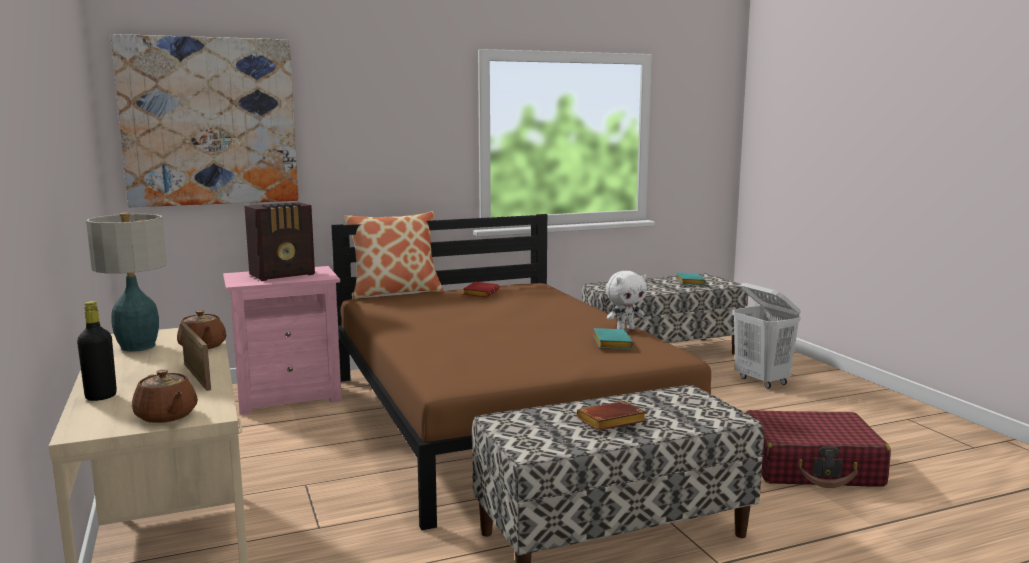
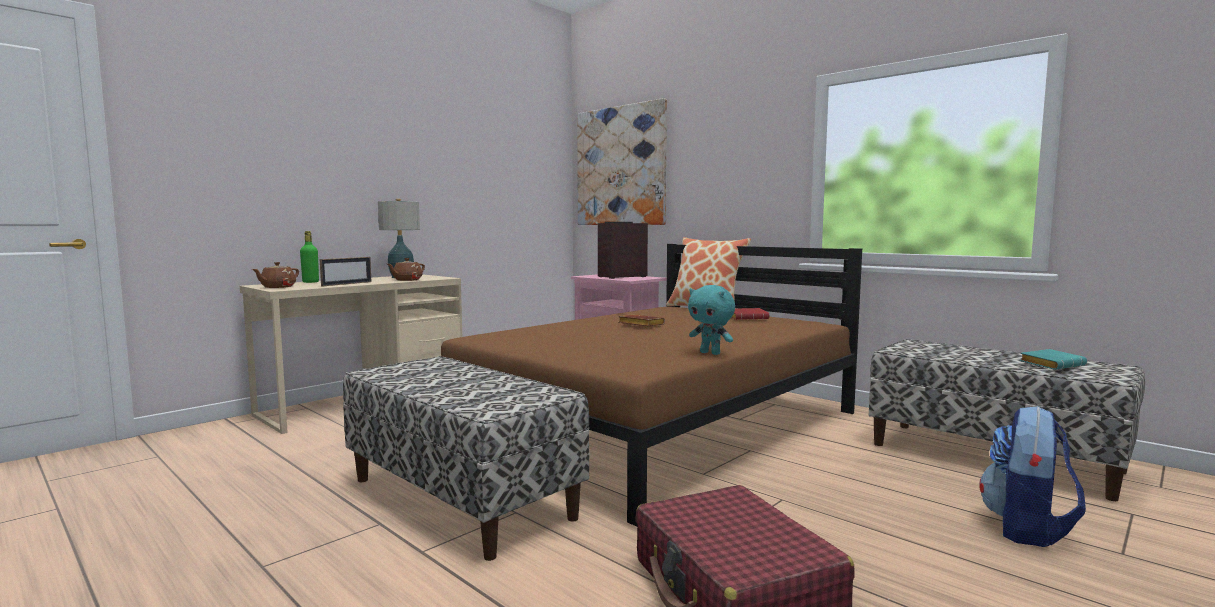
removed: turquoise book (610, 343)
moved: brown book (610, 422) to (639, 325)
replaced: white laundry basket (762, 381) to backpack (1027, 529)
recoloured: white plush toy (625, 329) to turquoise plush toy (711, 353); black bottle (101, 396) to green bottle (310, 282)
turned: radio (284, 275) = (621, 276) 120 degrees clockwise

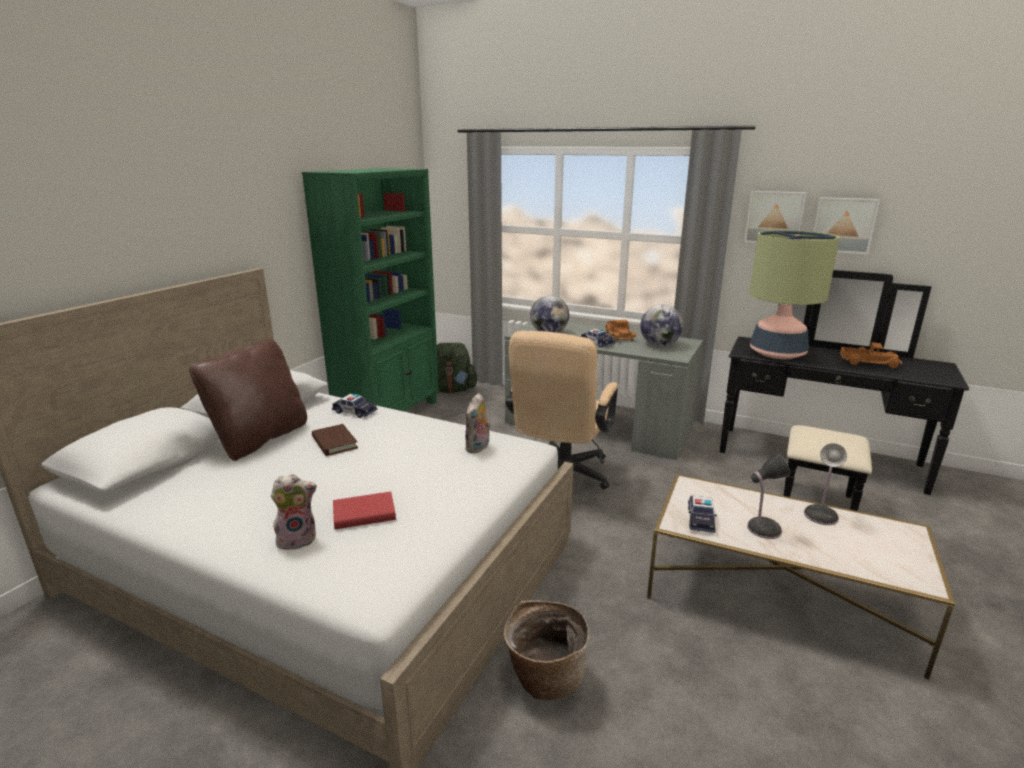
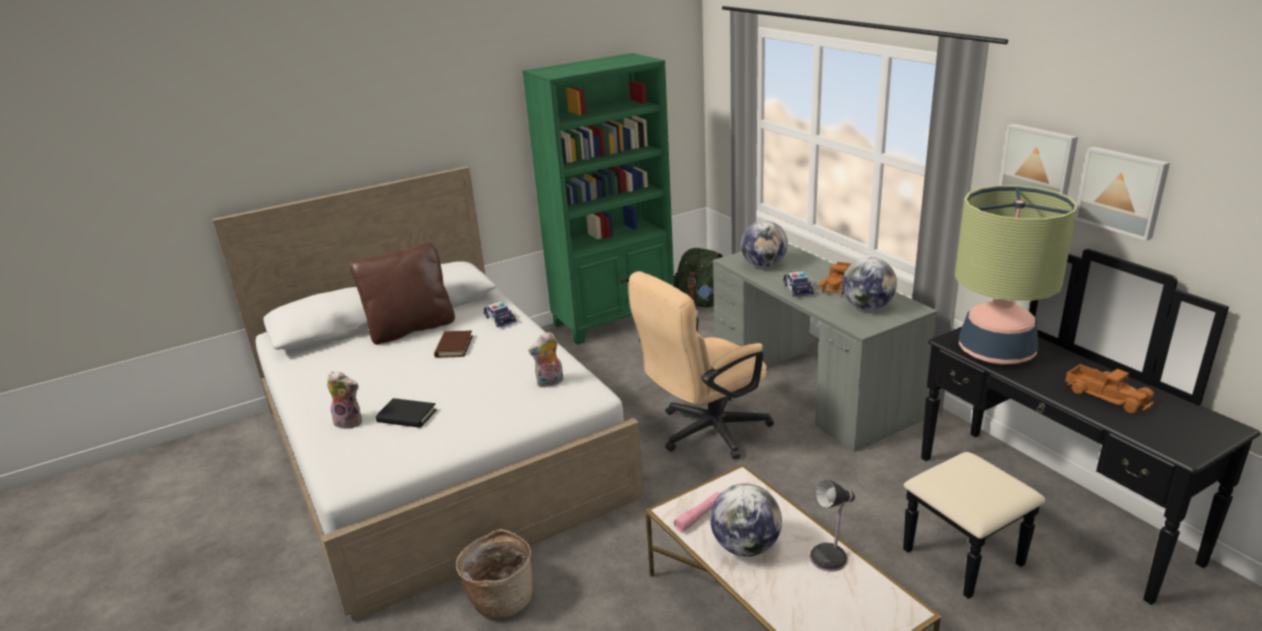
replaced: table lamp (761, 529) to globe (745, 546); toy car (700, 519) to pink flashlight (700, 516)
recoloured: red book (364, 514) to black book (407, 416)

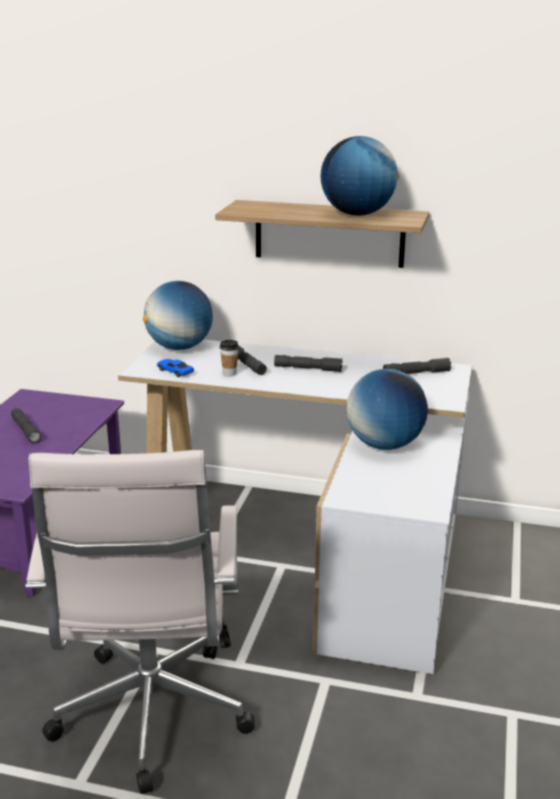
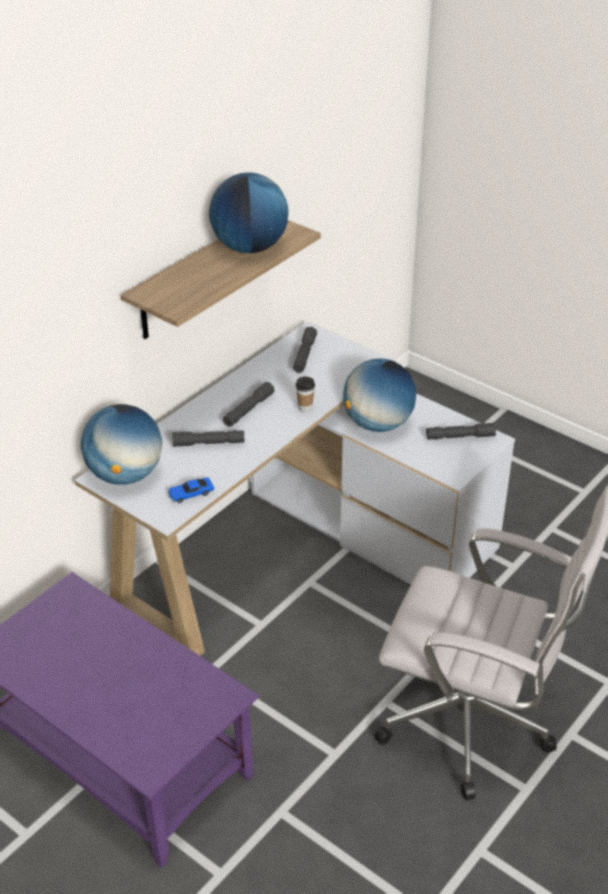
moved: cup (229, 373) to (305, 408); grey flashlight (26, 430) to (460, 437)

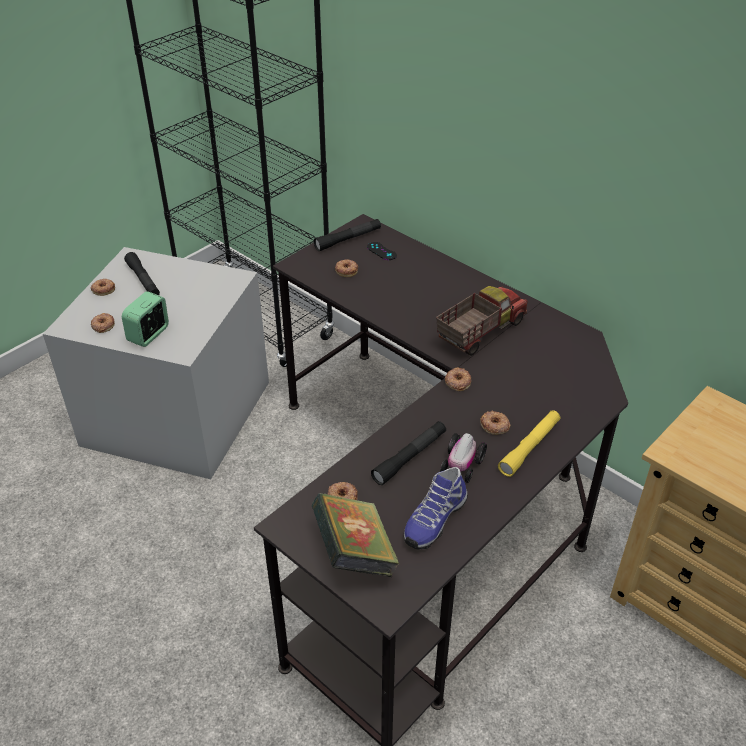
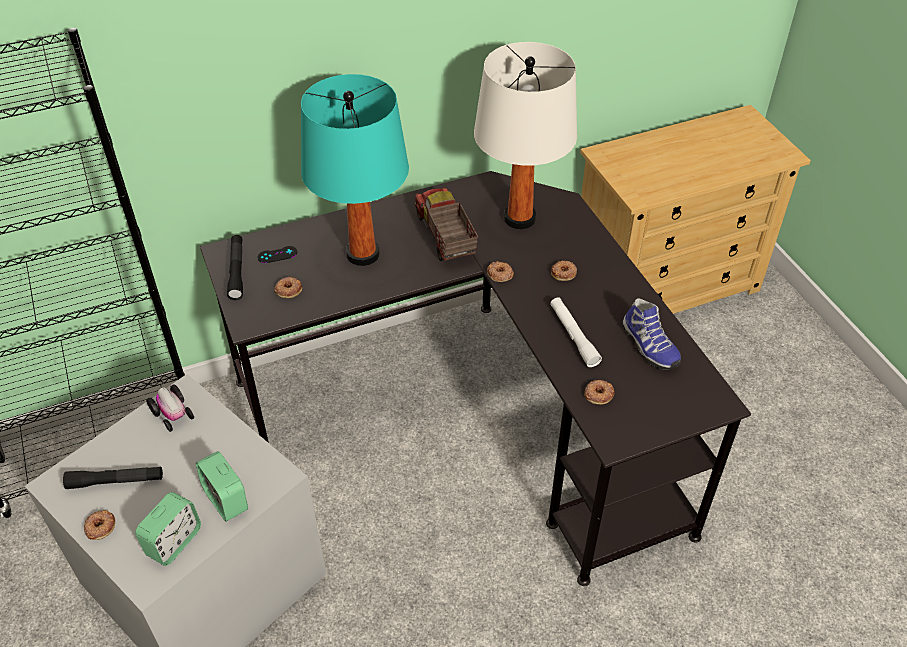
removed: yellow flashlight (529, 447); book (354, 553)
added: white table lamp (519, 218); turquoise table lamp (363, 254)
moved: toy car (462, 465) to (173, 414)
replaced: donut (103, 325) to alarm clock (174, 542)
recoloured: black flashlight (410, 457) to white flashlight (573, 336)

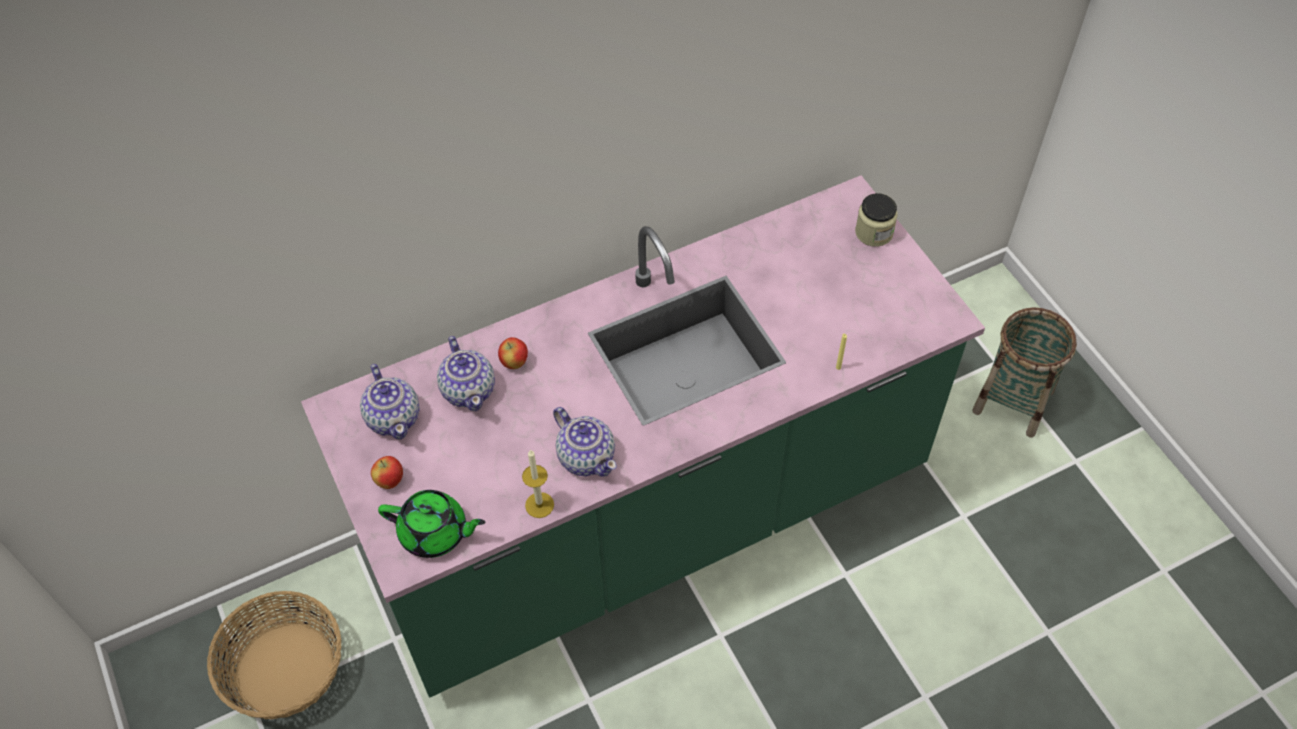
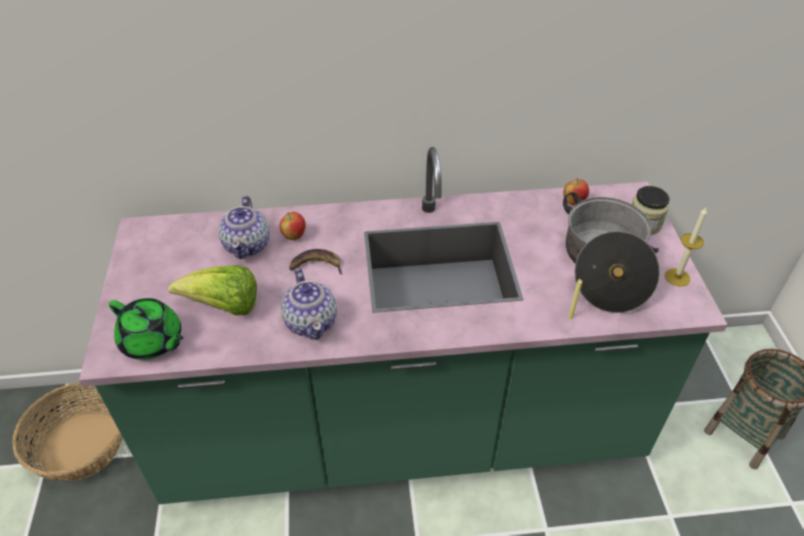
removed: teapot (394, 417)
added: cooking pot (603, 267); banana (316, 265); lettuce (224, 307)
moved: candle (539, 505) to (677, 277); apple (390, 481) to (573, 202)

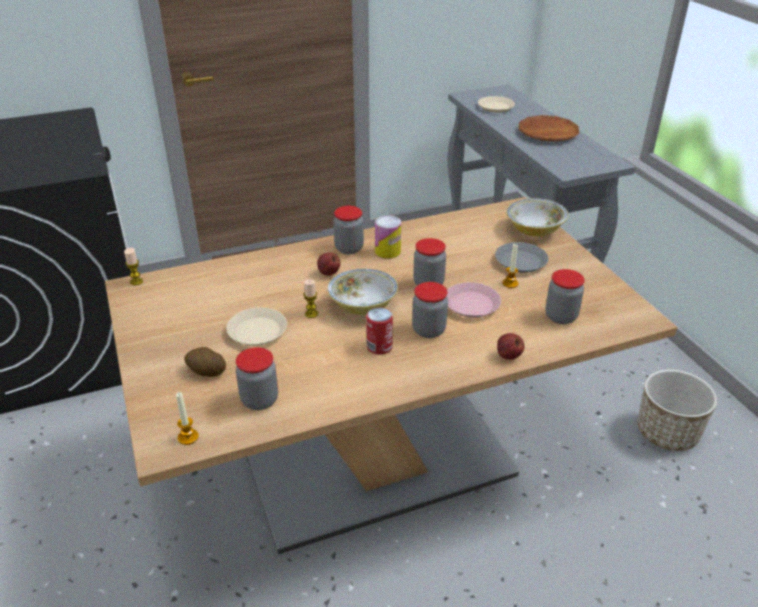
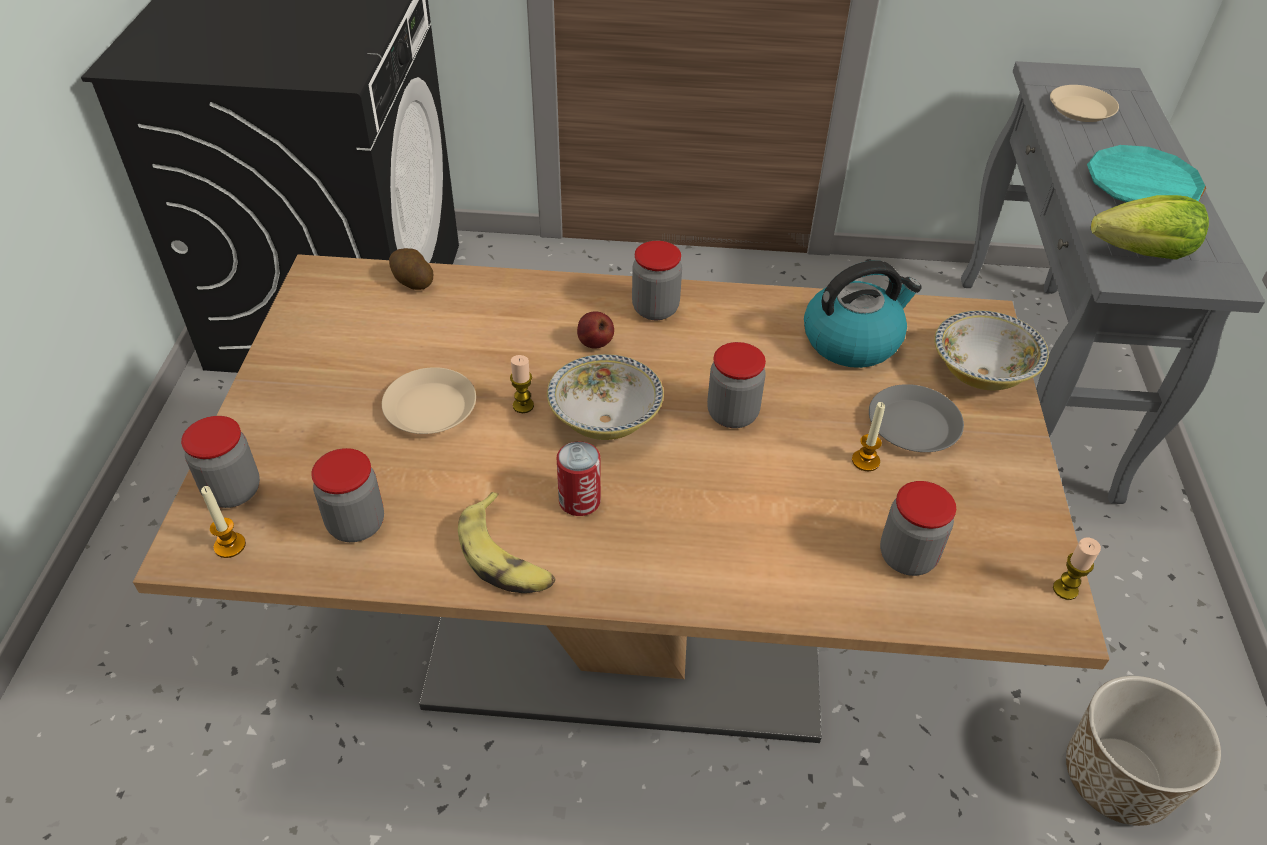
removed: can (387, 251); pink plate (471, 304); apple (508, 356)
added: lettuce (1143, 254); kettle (852, 340); banana (506, 556)
moved: candle (136, 281) to (1065, 589); jar (428, 330) to (233, 491); potato (206, 371) to (412, 281)
recoloured: brown plate (547, 133) to turquoise plate (1141, 185)

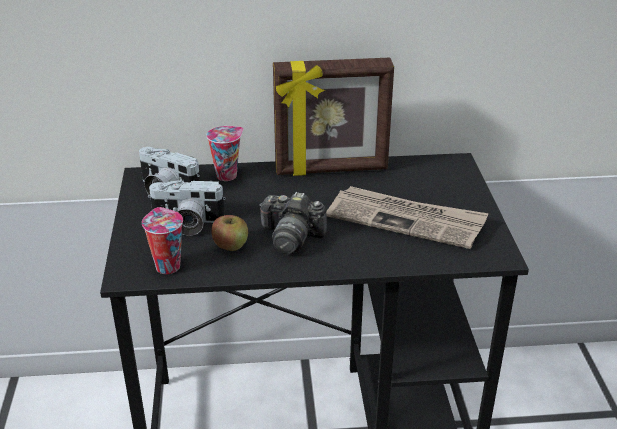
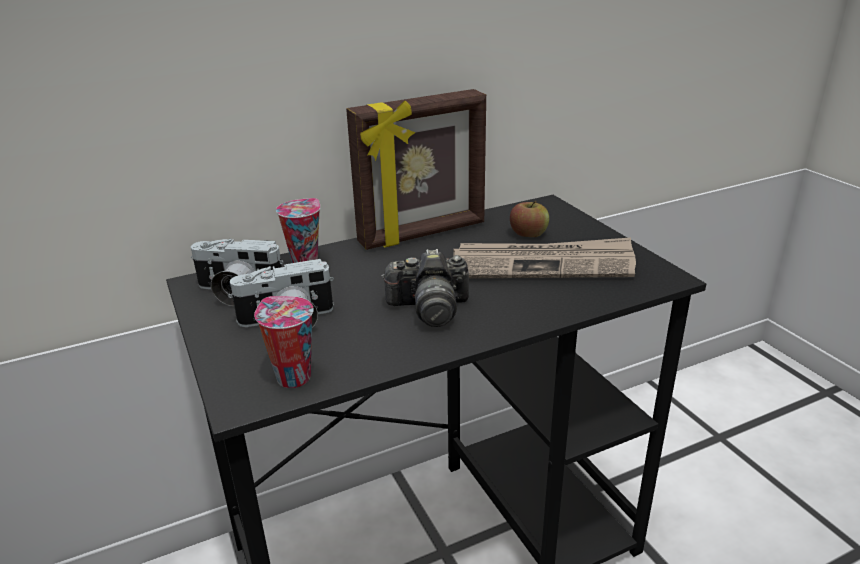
moved: apple (230, 245) to (528, 233)

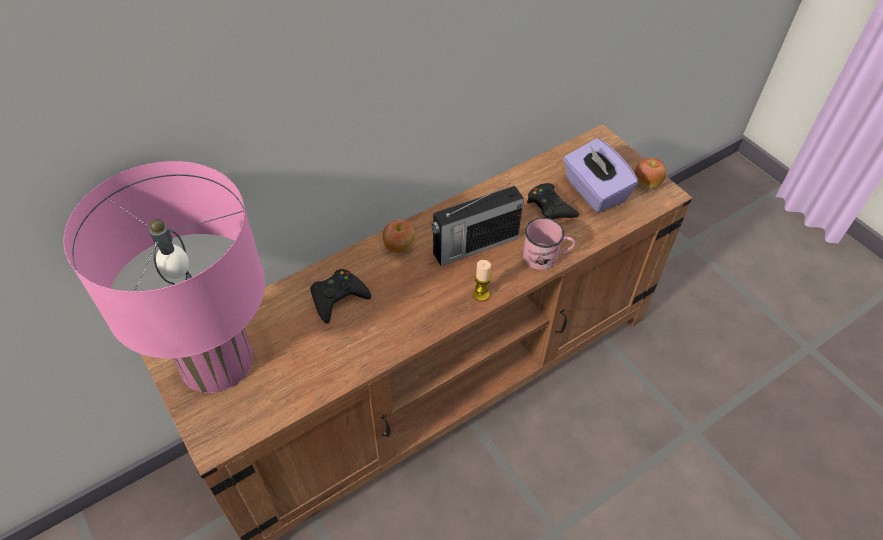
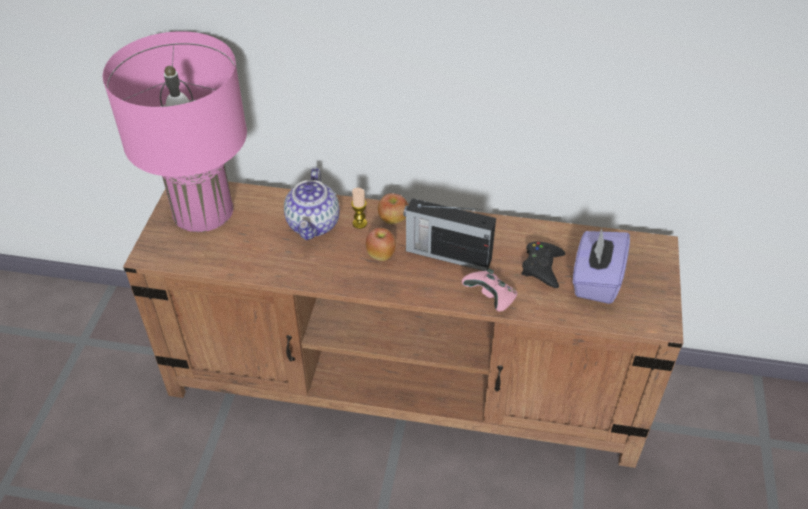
moved: apple (646, 184) to (381, 255); candle (481, 294) to (359, 223)
replaced: pink mug (546, 257) to pink game controller (491, 298); black game controller (338, 298) to teapot (314, 224)

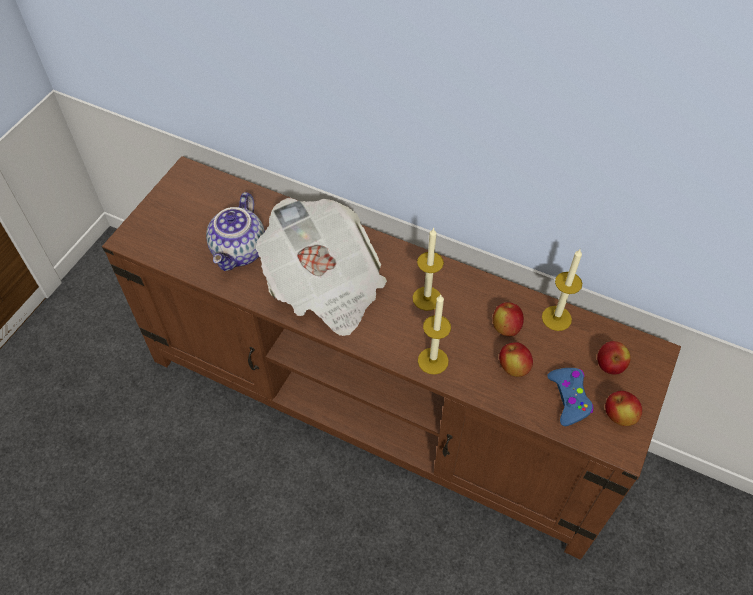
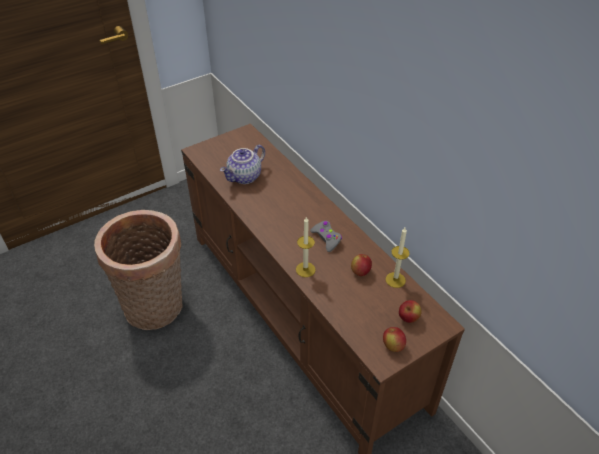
removed: newspaper (325, 286); apple (513, 368); blue game controller (569, 398)
added: basket (156, 309)
replaced: candle (427, 298) to grey game controller (326, 238)

